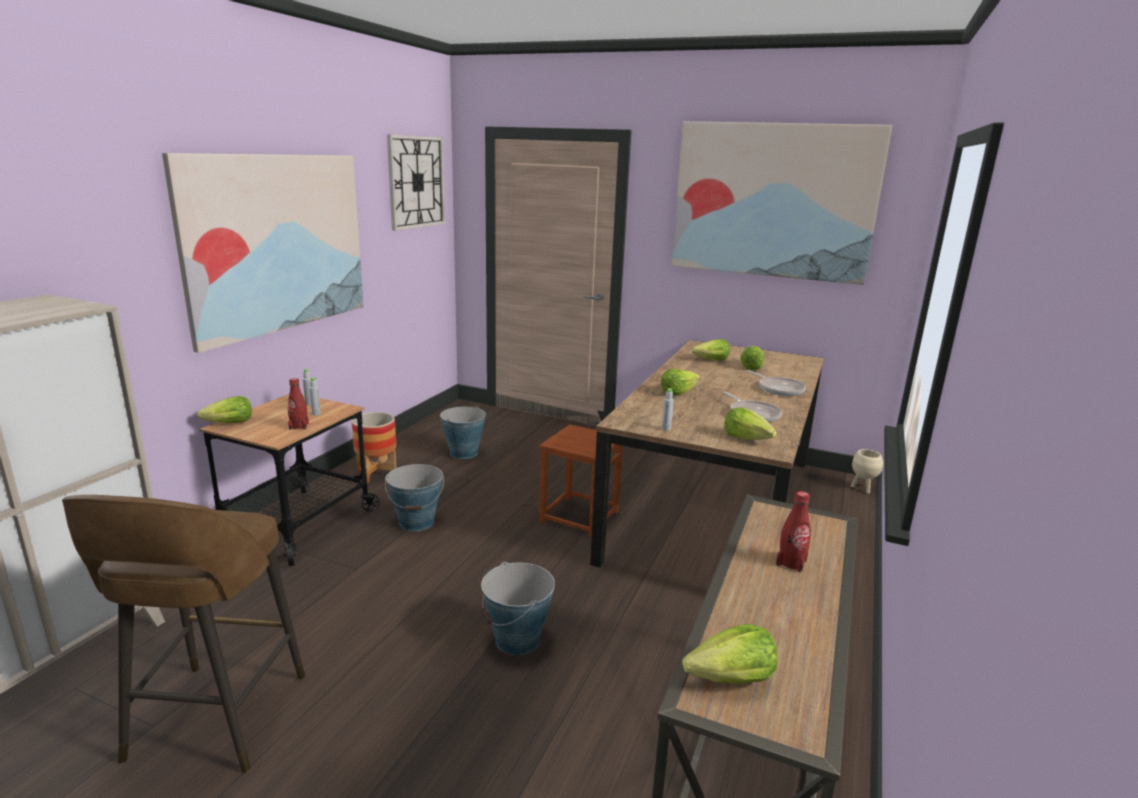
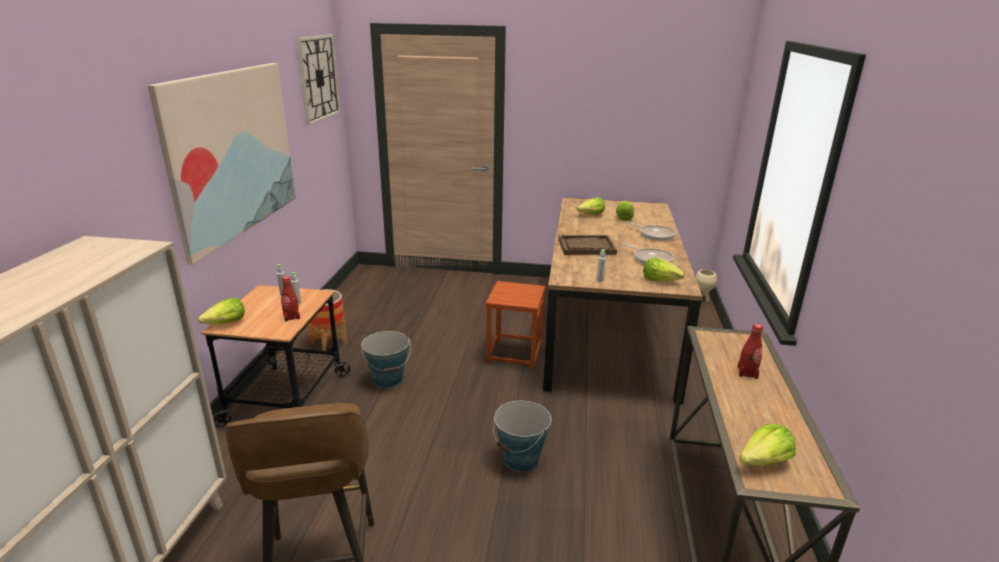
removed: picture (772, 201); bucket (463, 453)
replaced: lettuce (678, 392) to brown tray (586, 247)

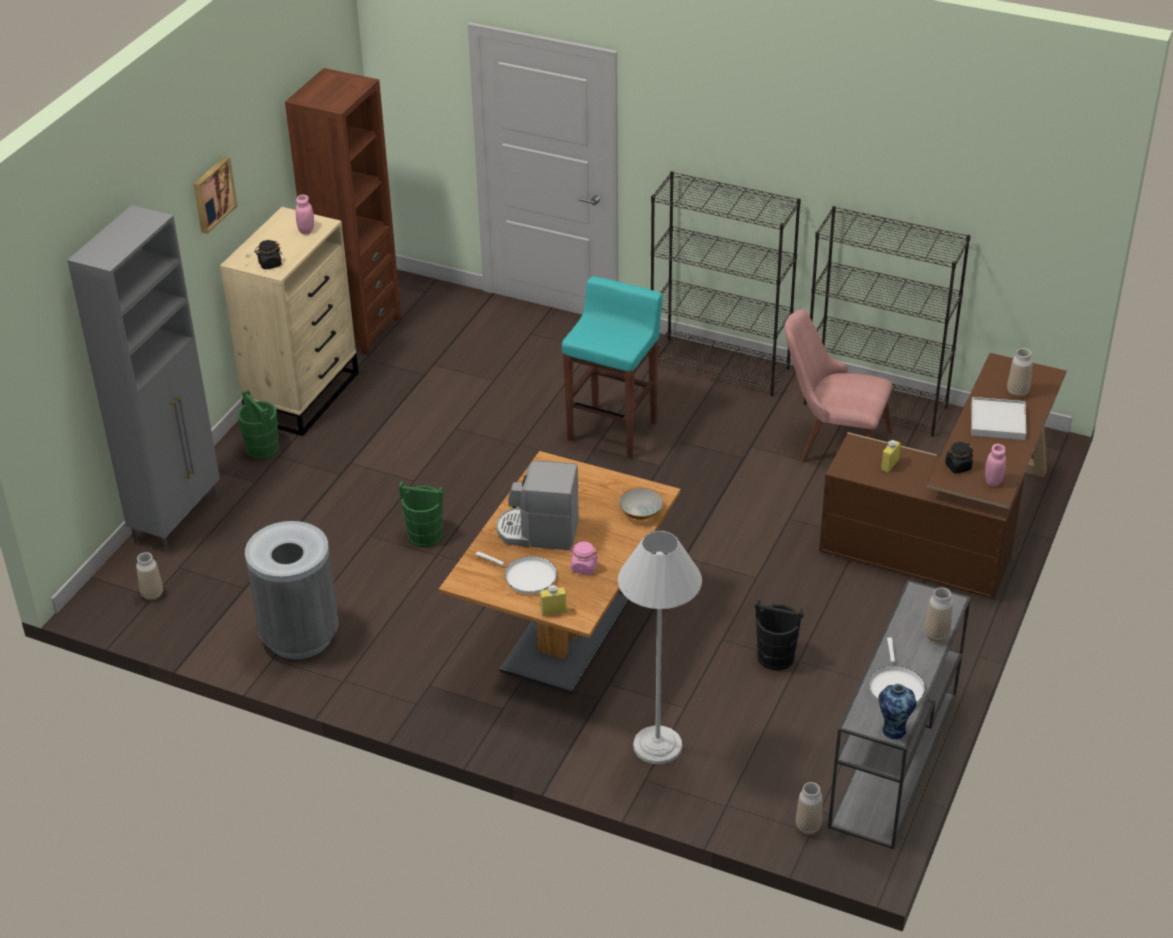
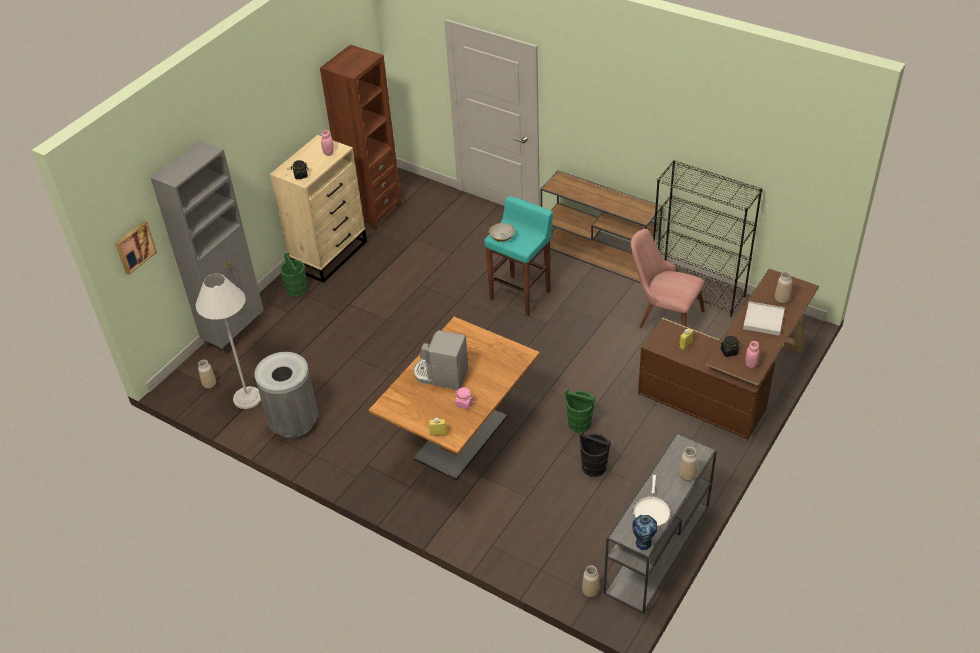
removed: white frying pan (526, 577)
moved: picture (212, 194) to (134, 246); green bucket (425, 536) to (579, 423); bowl (640, 512) to (501, 237); white floor lamp (657, 746) to (247, 398)
replaced: black bookcase (720, 367) to brown console table (600, 255)

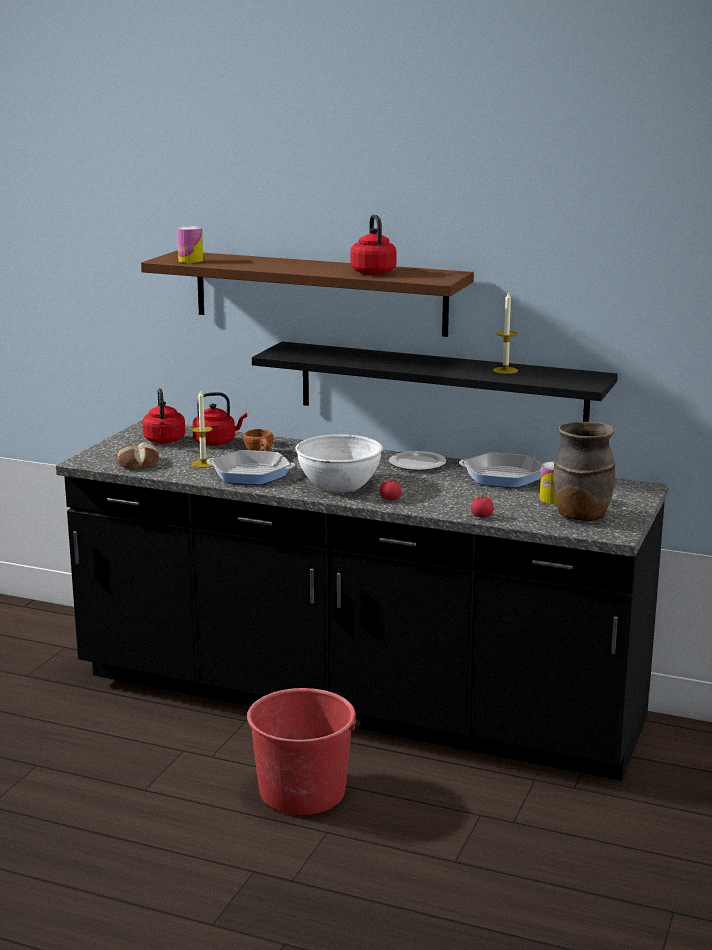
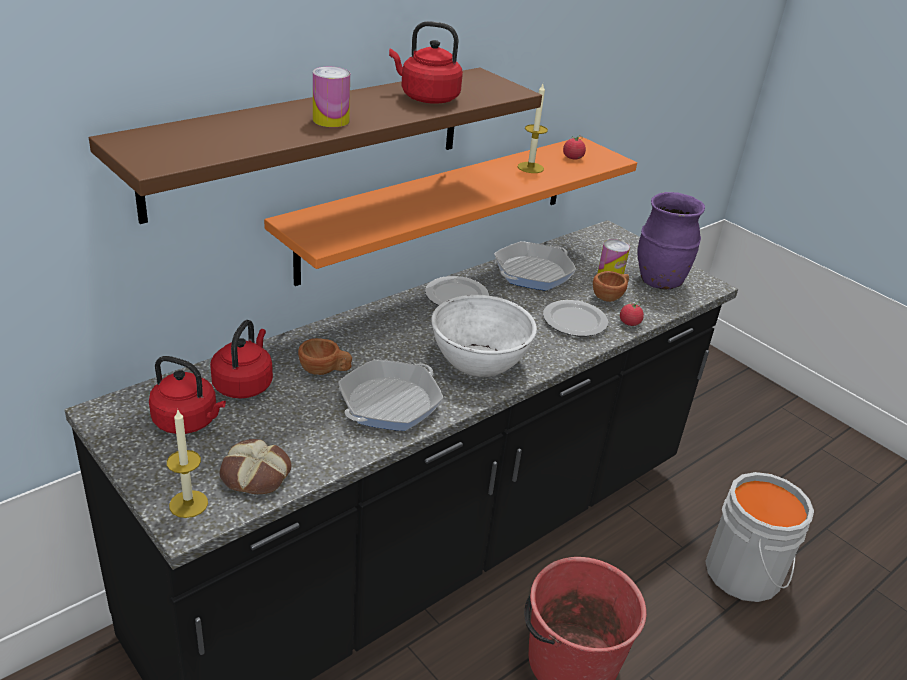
added: brown cup (610, 297); plate (573, 321); grey bucket (747, 574)
moved: can (190, 260) to (331, 120); candle (203, 464) to (188, 504); tomato (390, 499) to (572, 158)
recoloured: black shelf (441, 388) to orange shelf (440, 206); brown vase (580, 516) to purple vase (659, 281)

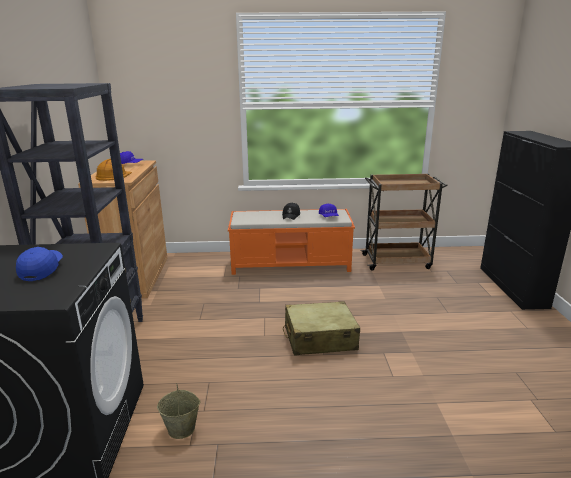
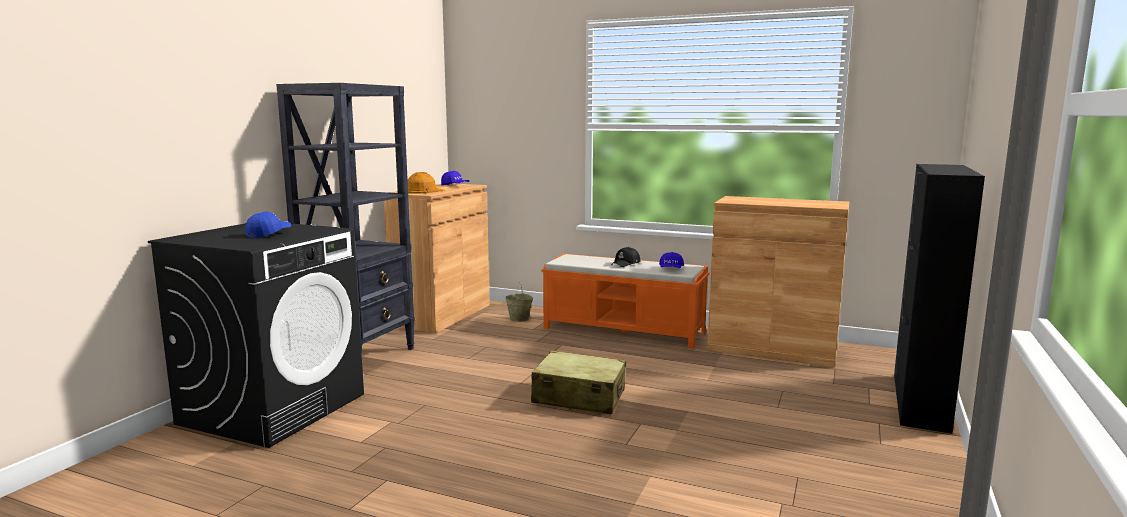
moved: beige bucket (182, 429) to (519, 319)
replaced: brown cart (397, 261) to brown cabinet (772, 349)

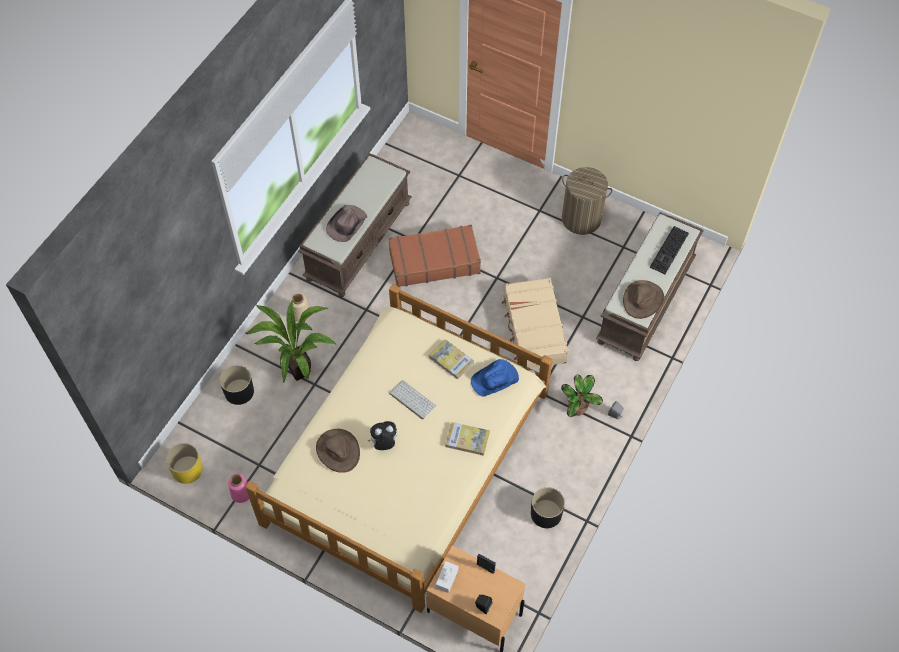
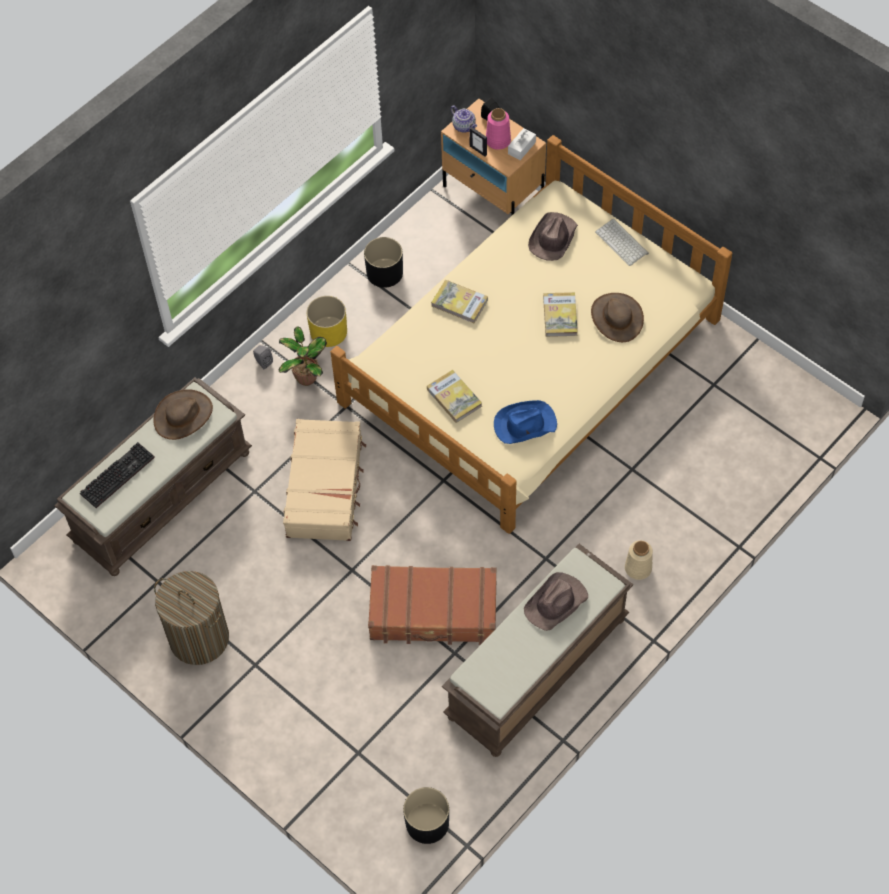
removed: potted plant (298, 369)
added: teapot (464, 127); brown hat (552, 238)
moved: blue hat (495, 380) to (524, 424); black planter (239, 391) to (427, 823); keyboard (411, 400) to (622, 242); yellow planter (187, 469) to (328, 332); pink vase (241, 494) to (498, 140)
replaced: plush toy (384, 443) to book (560, 316)

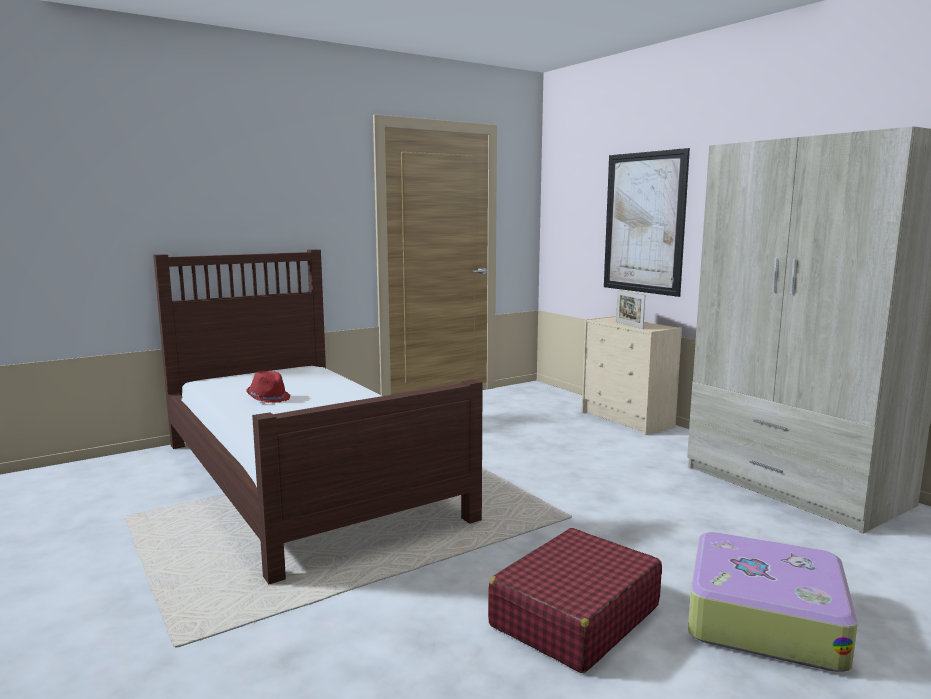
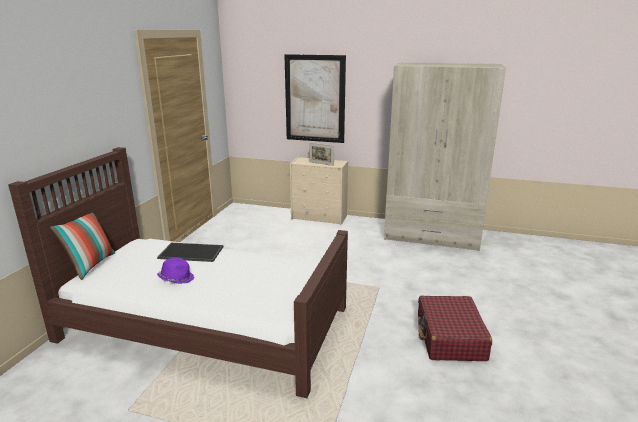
removed: suitcase (763, 617)
added: pillow (90, 265); tray (190, 253)
recoloured: red hat (269, 398) to purple hat (176, 278)

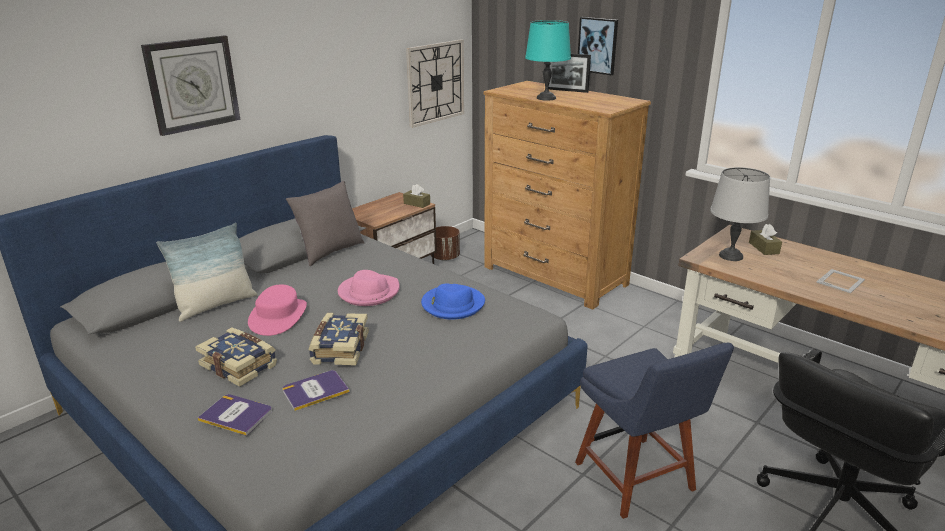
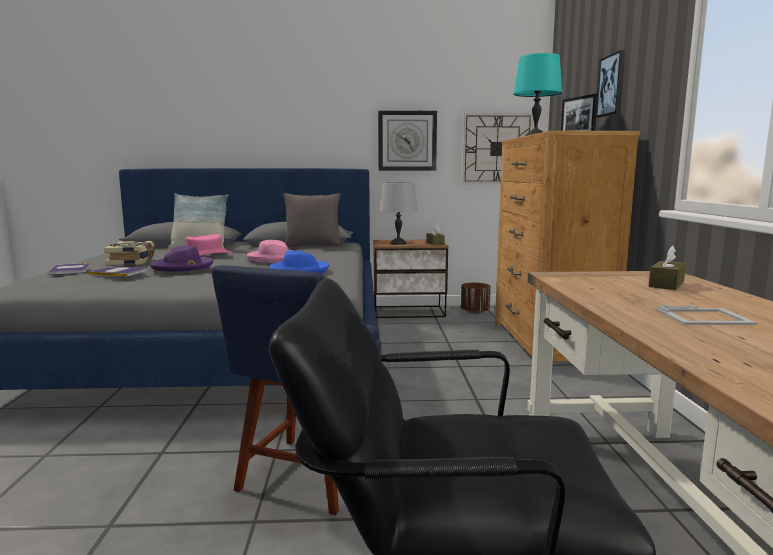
moved: wall clock (192, 84) to (407, 141); grey table lamp (730, 255) to (398, 243)
replaced: book (339, 348) to purple hat (183, 267)

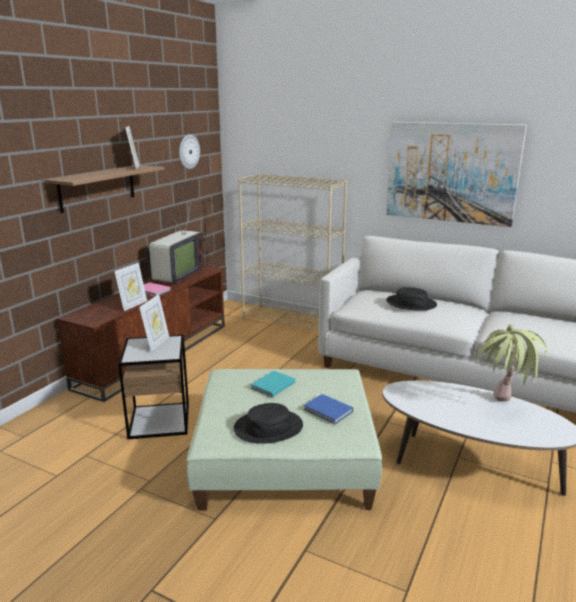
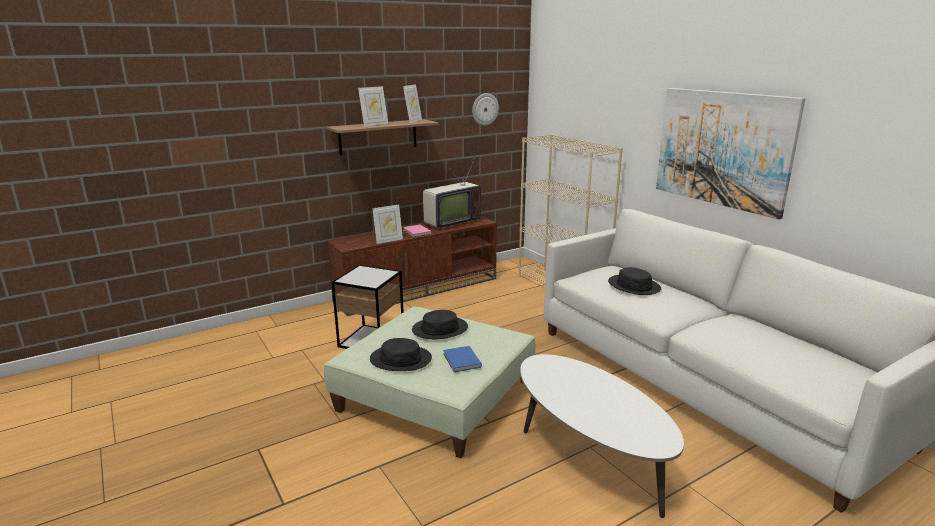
removed: potted plant (501, 409)
moved: picture frame (156, 343) to (374, 124)
replaced: turquoise book (272, 385) to black hat (440, 329)

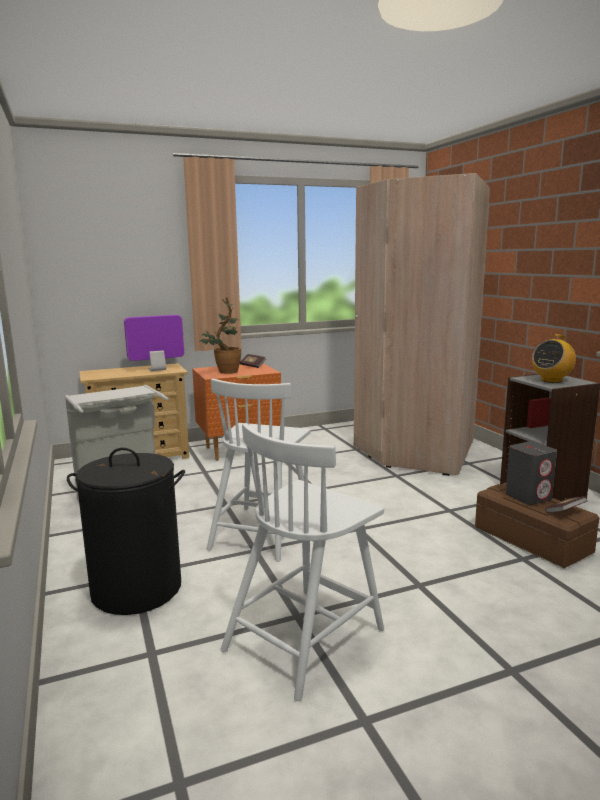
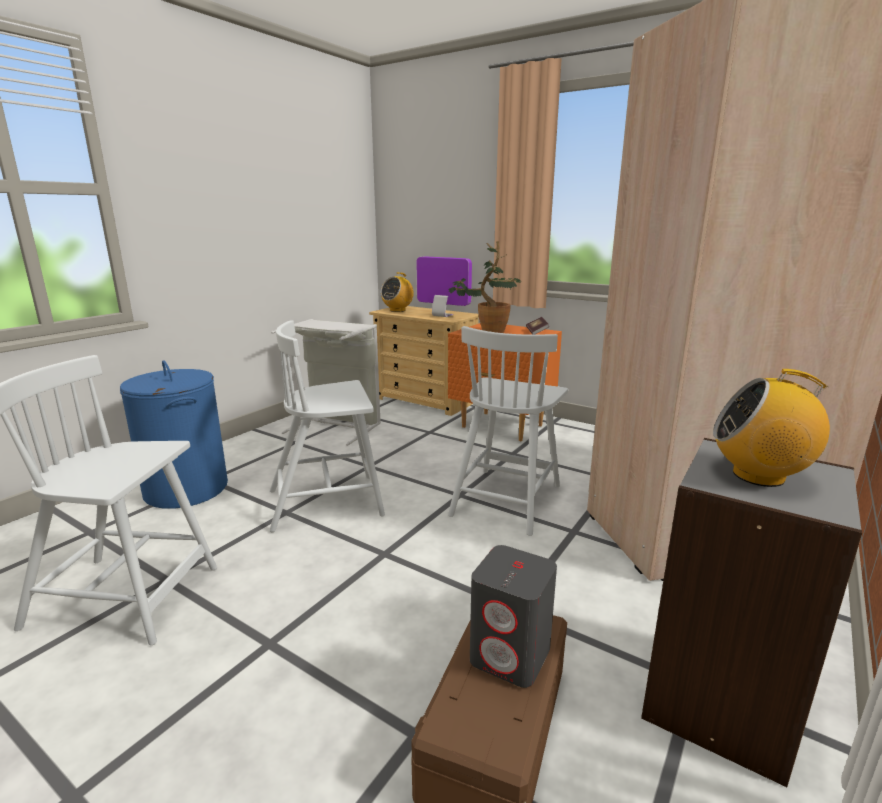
removed: book (565, 512)
added: radio (397, 310); white chair (506, 499)
recoloured: black laundry basket (137, 589) to blue laundry basket (187, 489)

